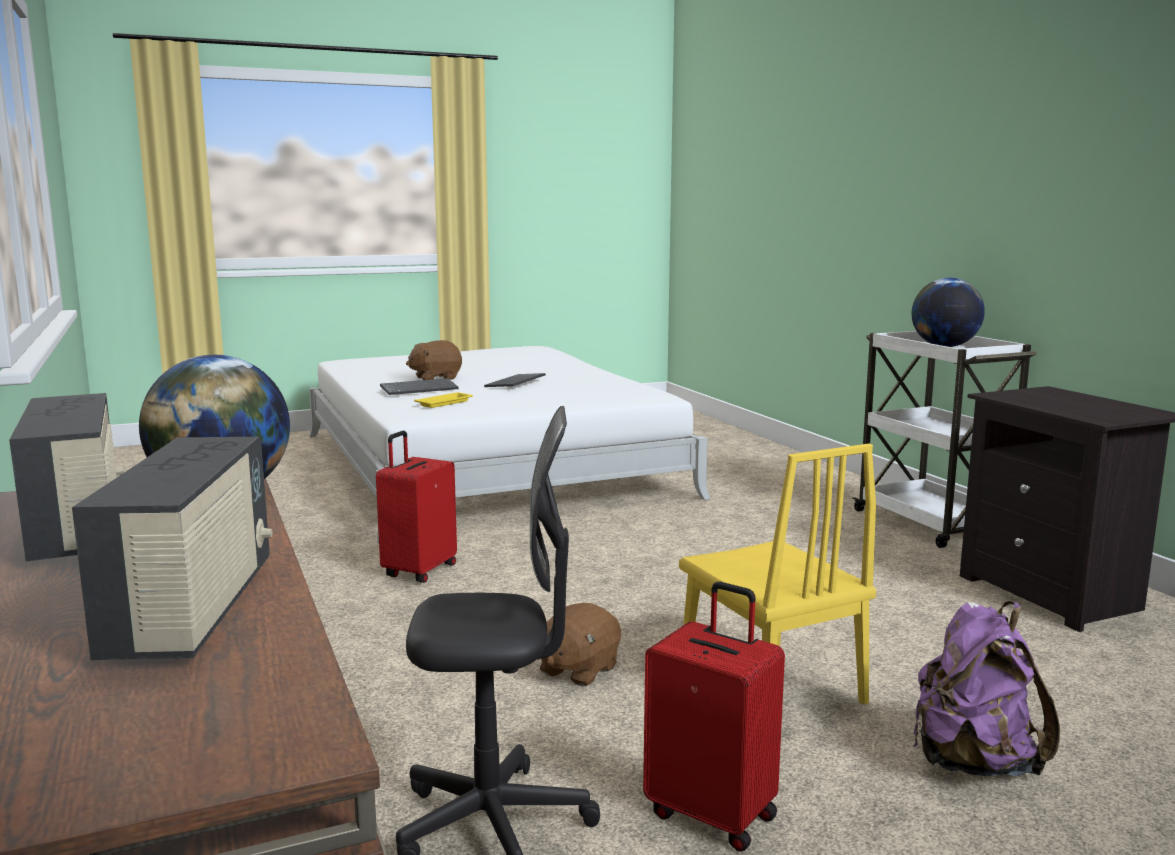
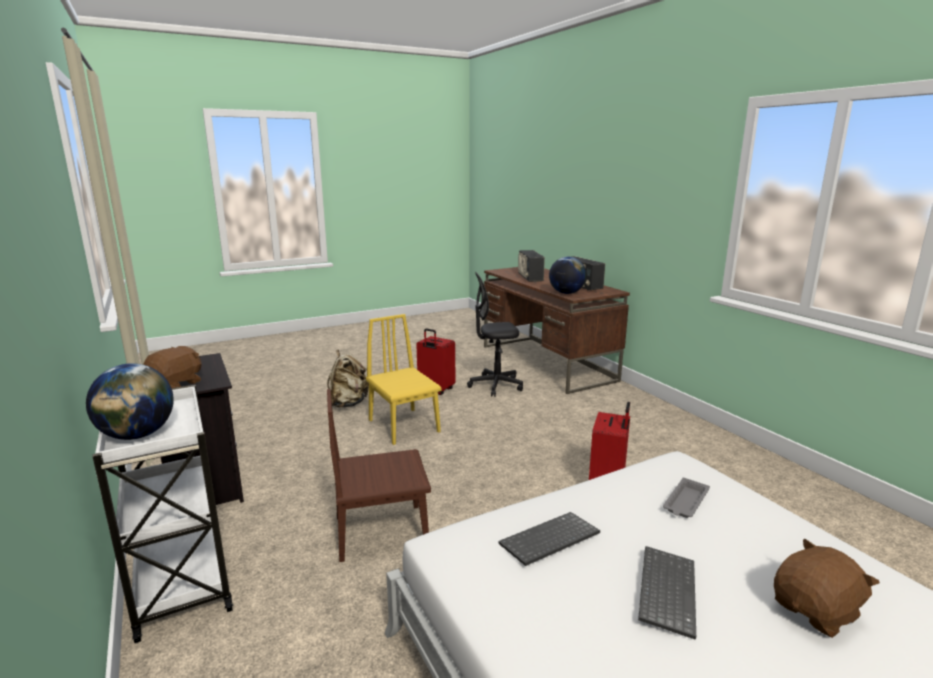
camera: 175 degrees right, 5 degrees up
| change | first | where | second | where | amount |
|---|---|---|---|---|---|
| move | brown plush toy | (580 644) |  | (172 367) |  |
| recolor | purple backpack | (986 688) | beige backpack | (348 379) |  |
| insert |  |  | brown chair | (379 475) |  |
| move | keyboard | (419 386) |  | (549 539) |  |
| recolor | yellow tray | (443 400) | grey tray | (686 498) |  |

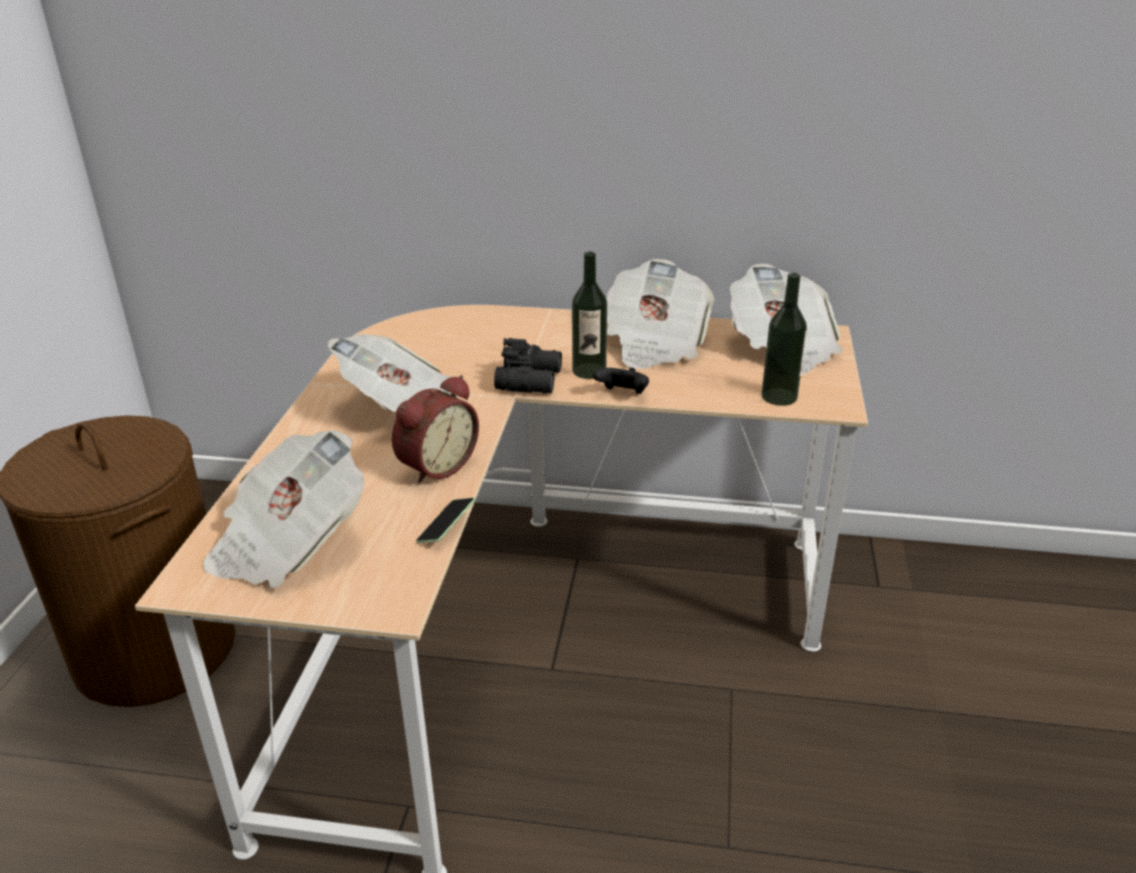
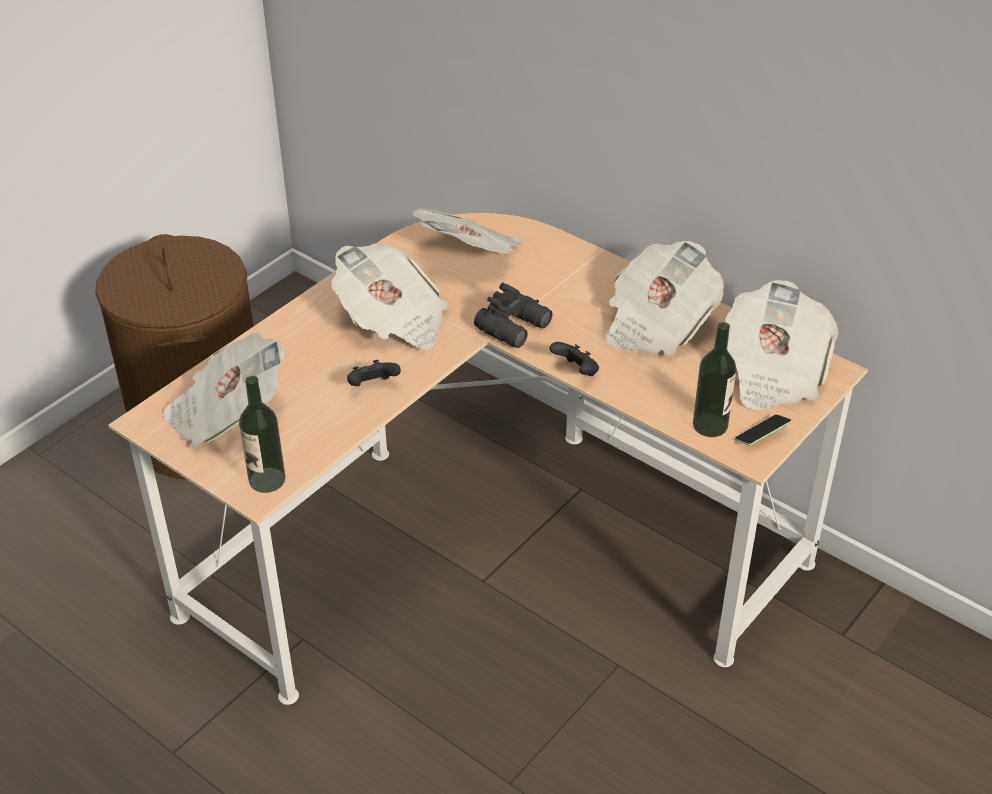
camera: 30 degrees right, 10 degrees up
| change | first | where | second | where | amount |
|---|---|---|---|---|---|
| move | bottle | (589 315) |  | (262 434) |  |
| replace | alarm clock | (435 430) | black game controller | (374 373) |  |
| insert |  |  | newspaper | (468 231) |  |
| move | phone | (445 520) |  | (763 430) |  |

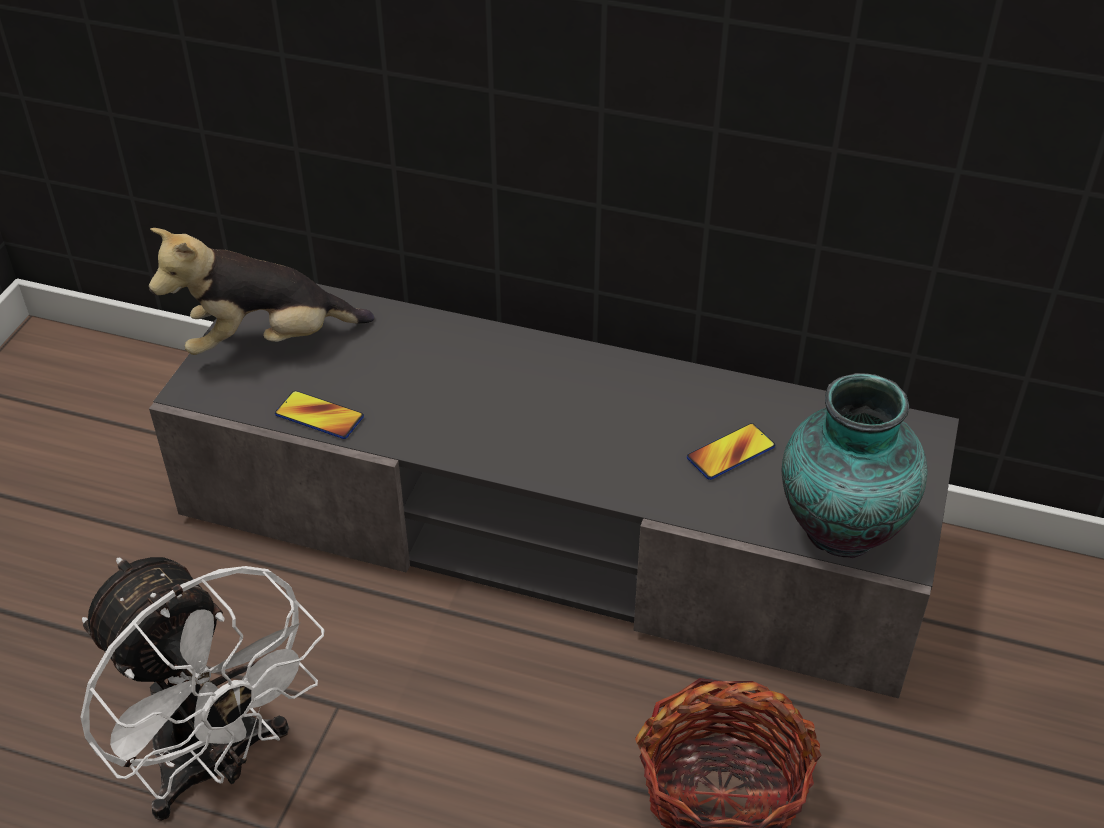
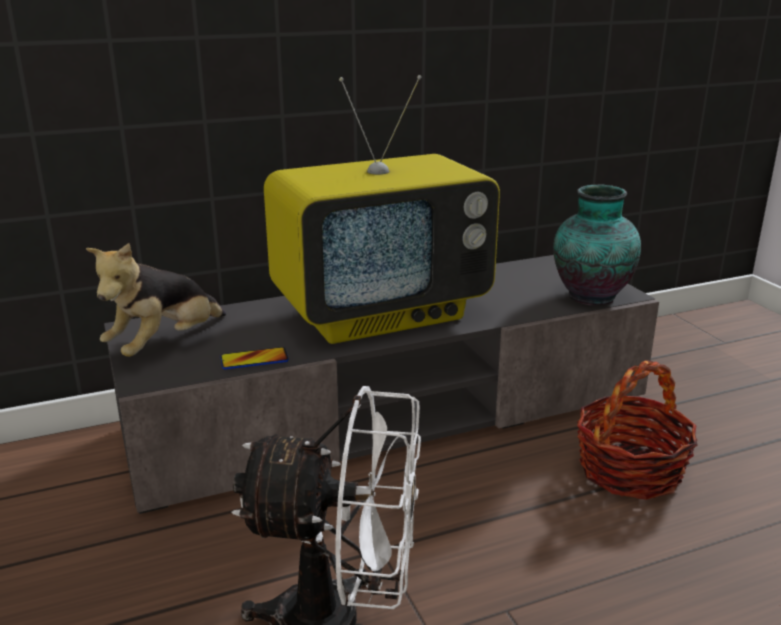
camera: 40 degrees left, 20 degrees down
| change | first | where | second | where | amount |
|---|---|---|---|---|---|
| insert |  |  | television | (382 209) |  |
| delete | phone | (731 451) |  |  |  |

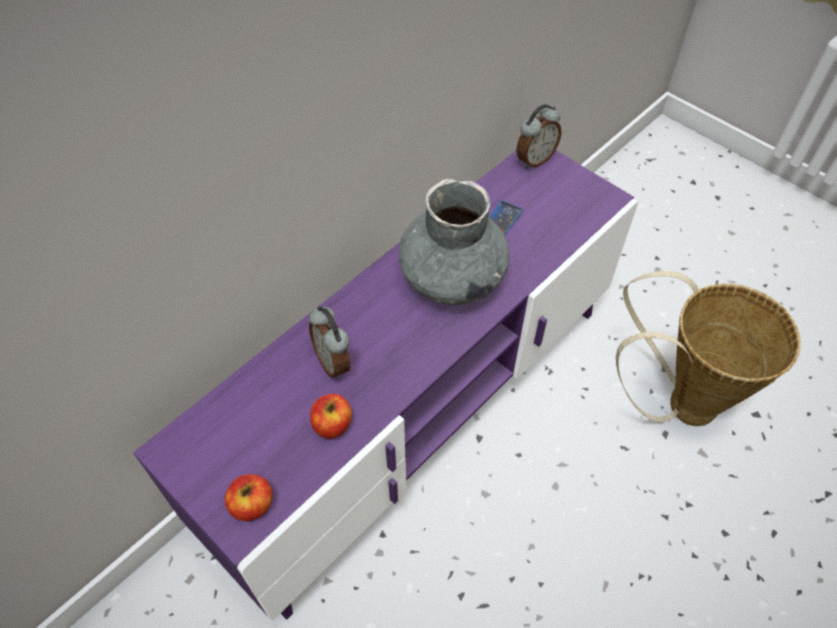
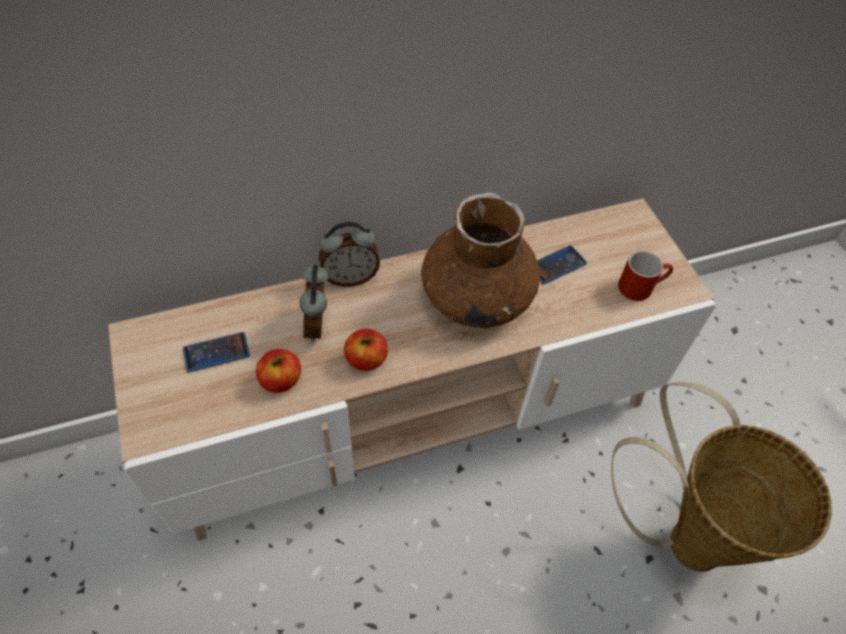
camera: 25 degrees right, 0 degrees up
| change | first | where | second | where | amount |
|---|---|---|---|---|---|
| recolor | purple tv stand | (385 385) | beige tv stand | (412 369) |  |
| insert |  |  | phone | (216 352) |  |
| move | alarm clock | (539 136) |  | (349 254) |  |
| move | apple | (249 497) |  | (366 350) |  |
| recolor | grey vase | (454 242) | brown vase | (480 260) |  |
| insert |  |  | red mug | (645 276) |  |

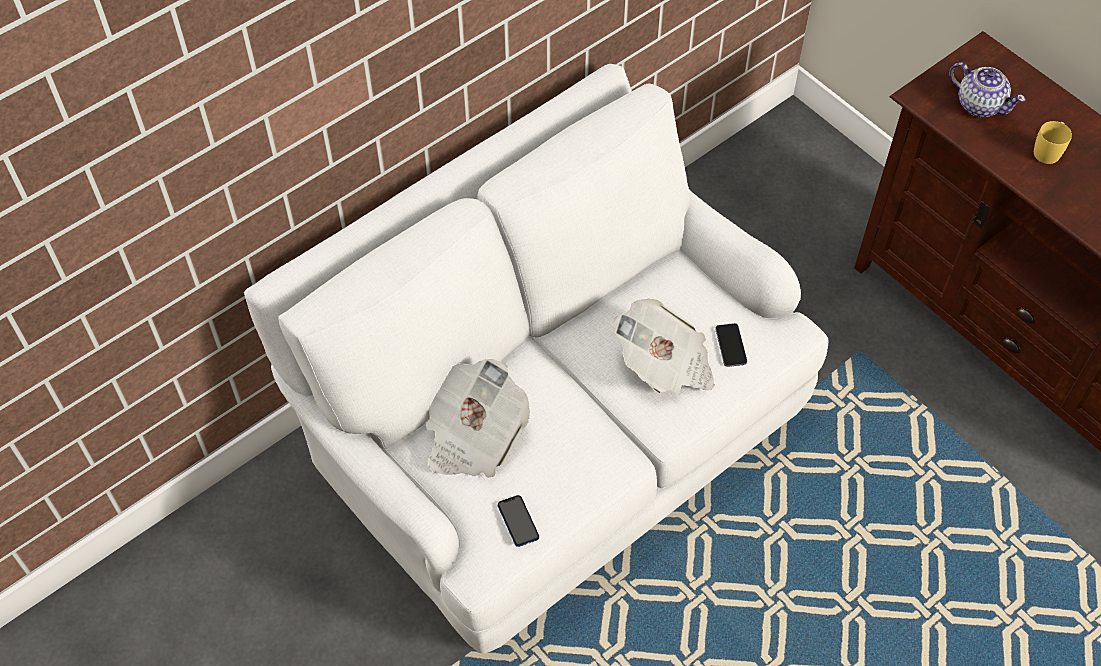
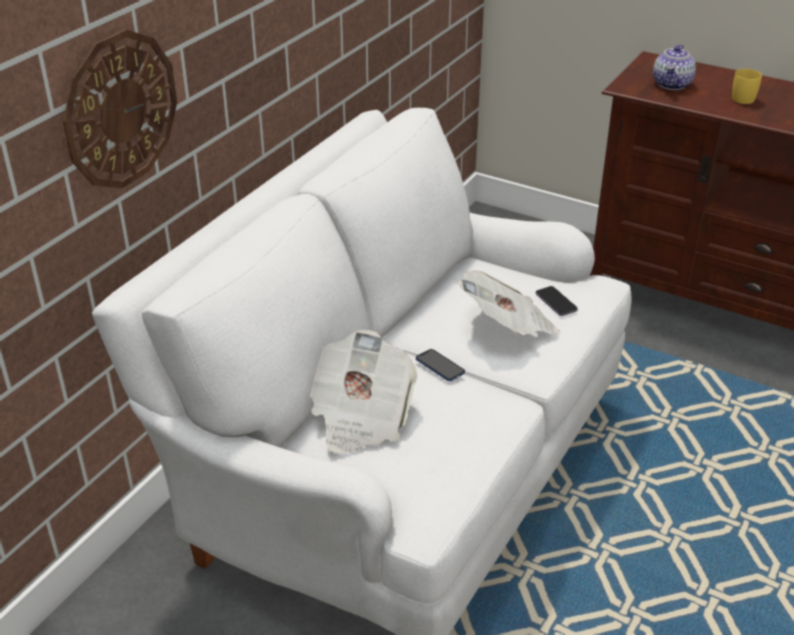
camera: 20 degrees left, 20 degrees down
| change | first | where | second | where | amount |
|---|---|---|---|---|---|
| insert |  |  | wall clock | (120 108) |  |
| move | phone | (518 521) |  | (440 365) |  |
| rotate | teapot | (987 89) |  | (674 67) | 90 degrees clockwise |

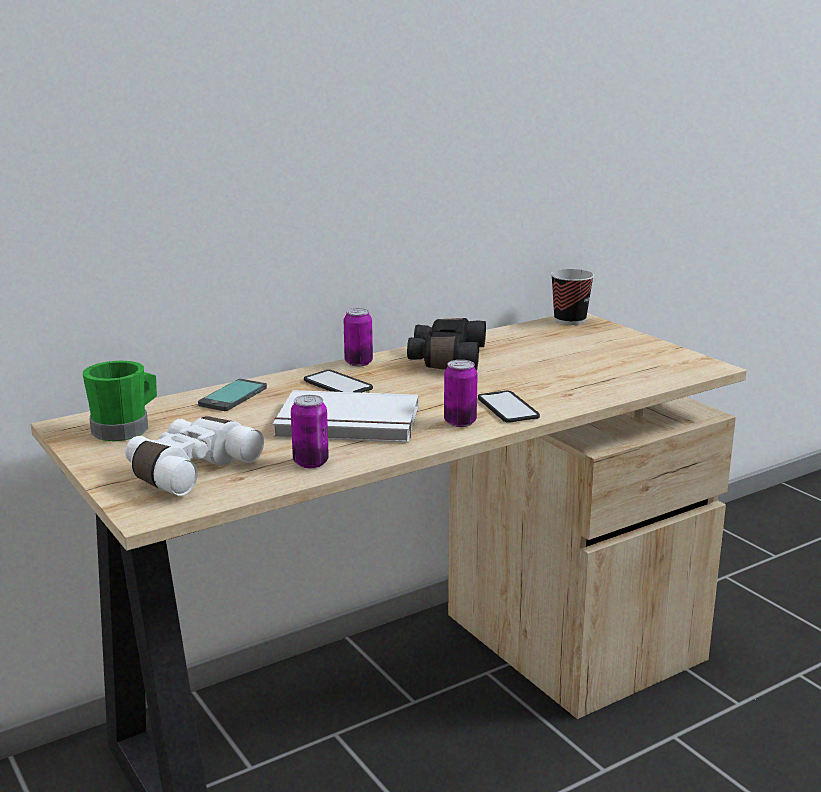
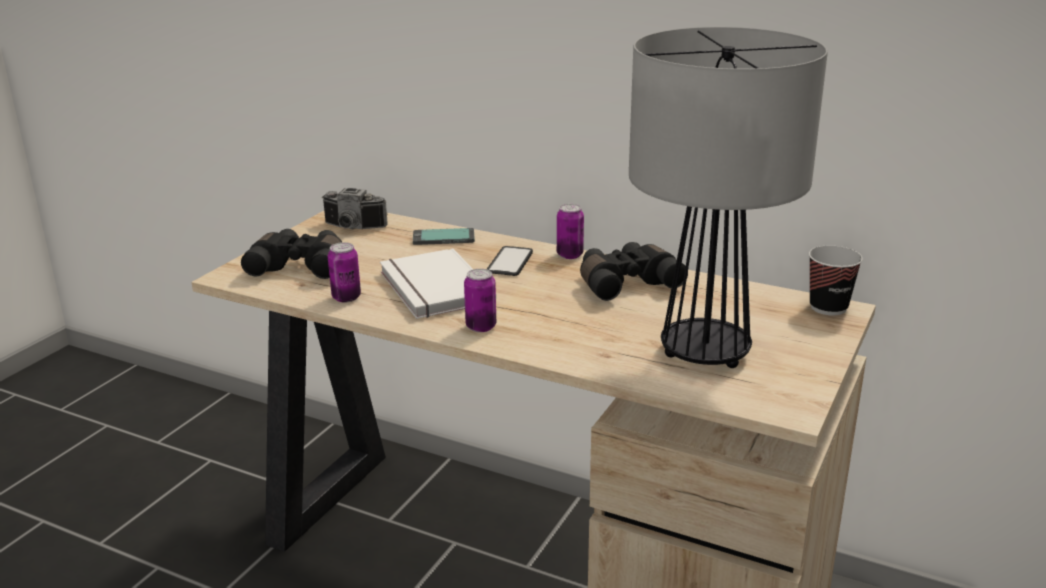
camera: 60 degrees right, 5 degrees up
| change | first | where | second | where | amount |
|---|---|---|---|---|---|
| recolor | white binoculars | (194 456) | black binoculars | (291 254) |  |
| replace | green mug | (120 400) | photo camera | (355 208) |  |
| insert |  |  | table lamp | (728 197) |  |
| delete | phone | (509 407) |  |  |  |

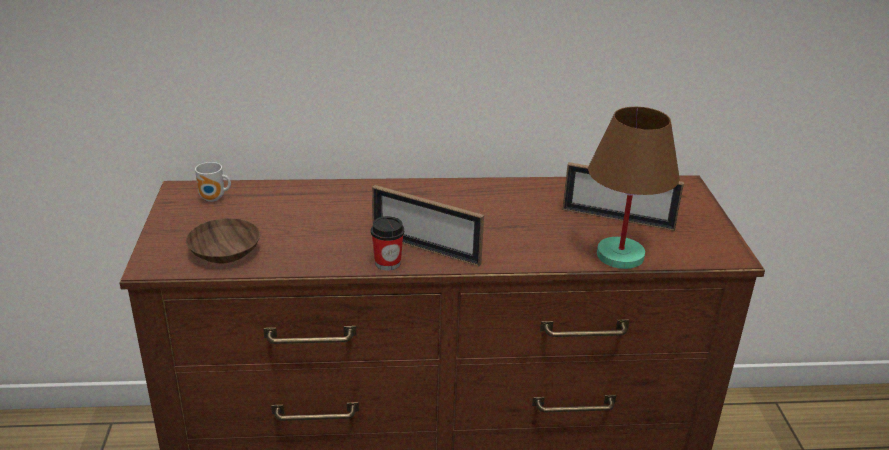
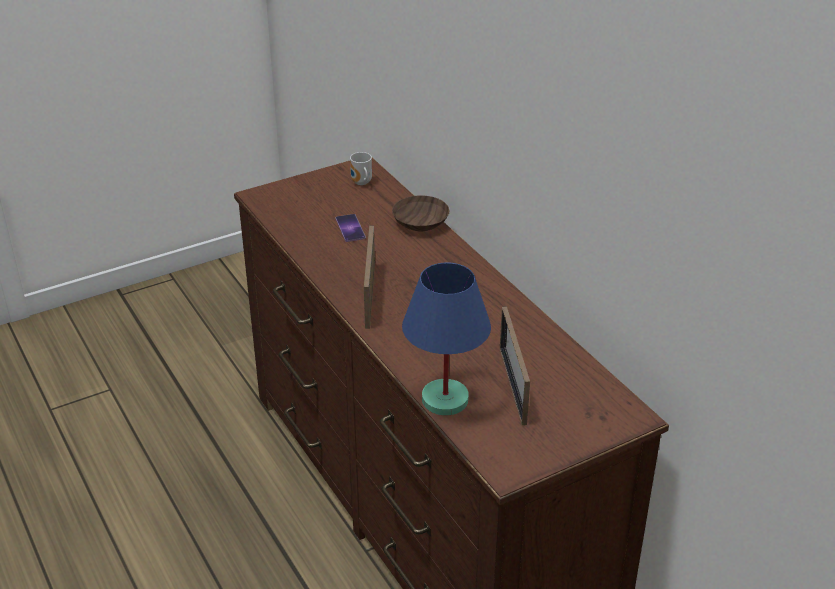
camera: 65 degrees right, 5 degrees up
| change | first | where | second | where | amount |
|---|---|---|---|---|---|
| insert |  |  | phone | (350 228) |  |
| move | brown bowl | (223 240) |  | (421 213) |  |
| recolor | brown table lamp | (634 188) | blue table lamp | (446 338) |  |
| delete | cup | (387 243) |  |  |  |

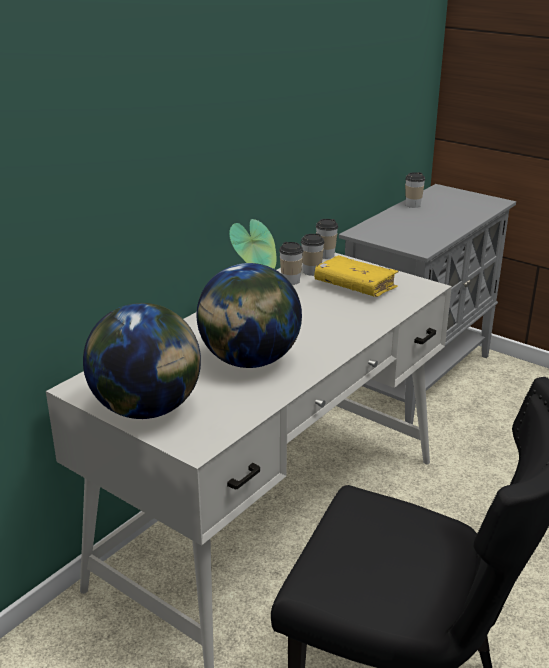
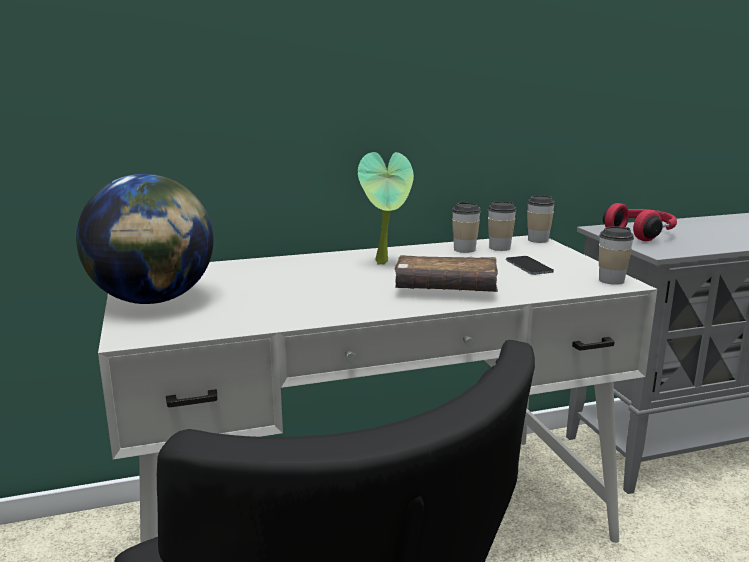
camera: 35 degrees right, 10 degrees down
| change | first | where | second | where | amount |
|---|---|---|---|---|---|
| insert |  |  | brown book | (446 273) |  |
| replace | yellow book | (356 276) | phone | (530 265) |  |
| move | cup | (415 190) |  | (616 255) |  |
| insert |  |  | red headphones | (640 222) |  |
| delete | globe | (249 315) |  |  |  |

